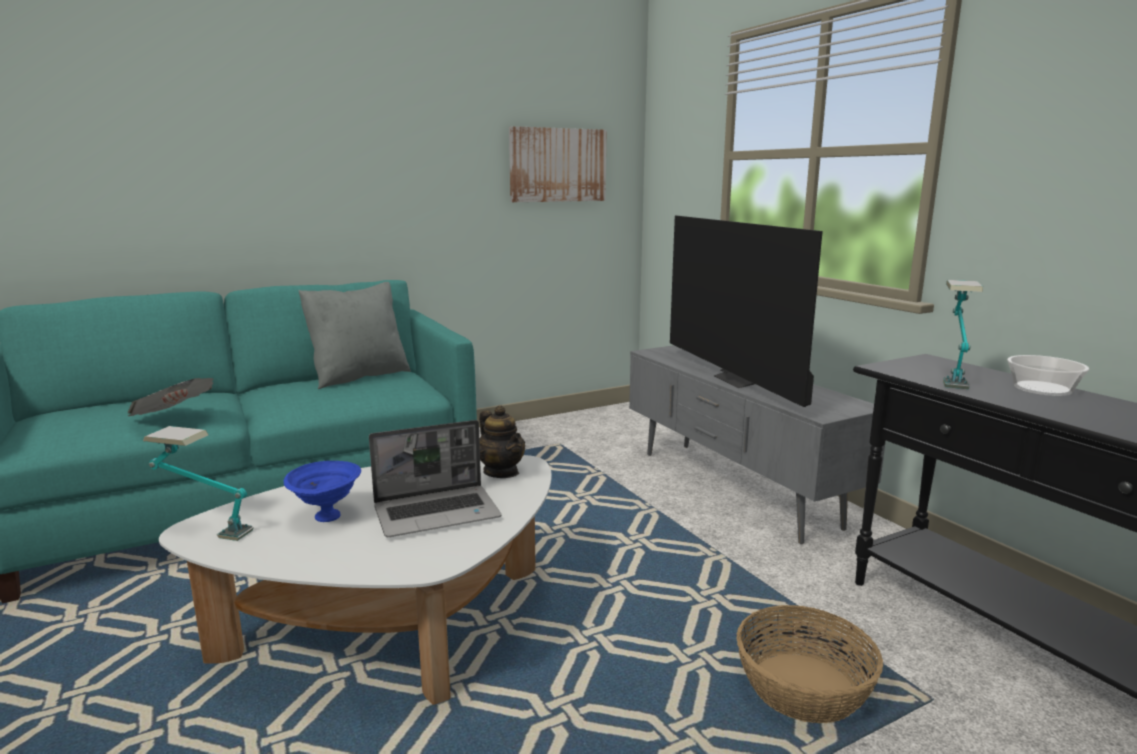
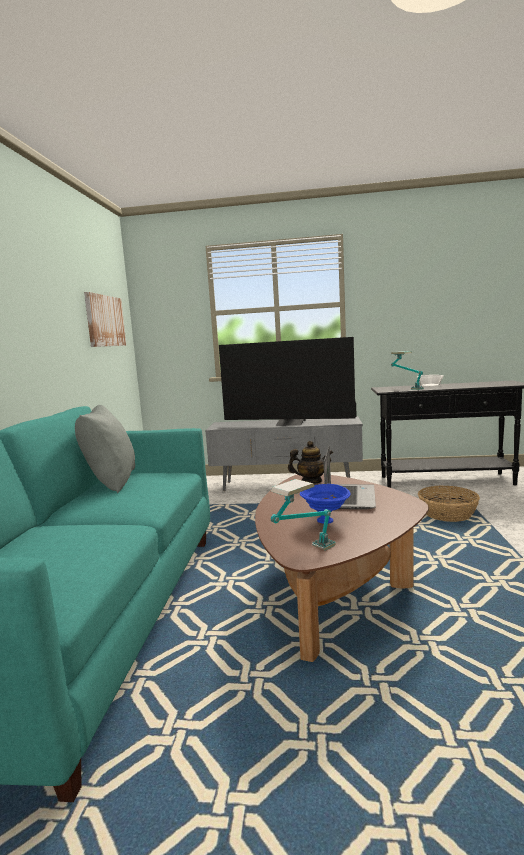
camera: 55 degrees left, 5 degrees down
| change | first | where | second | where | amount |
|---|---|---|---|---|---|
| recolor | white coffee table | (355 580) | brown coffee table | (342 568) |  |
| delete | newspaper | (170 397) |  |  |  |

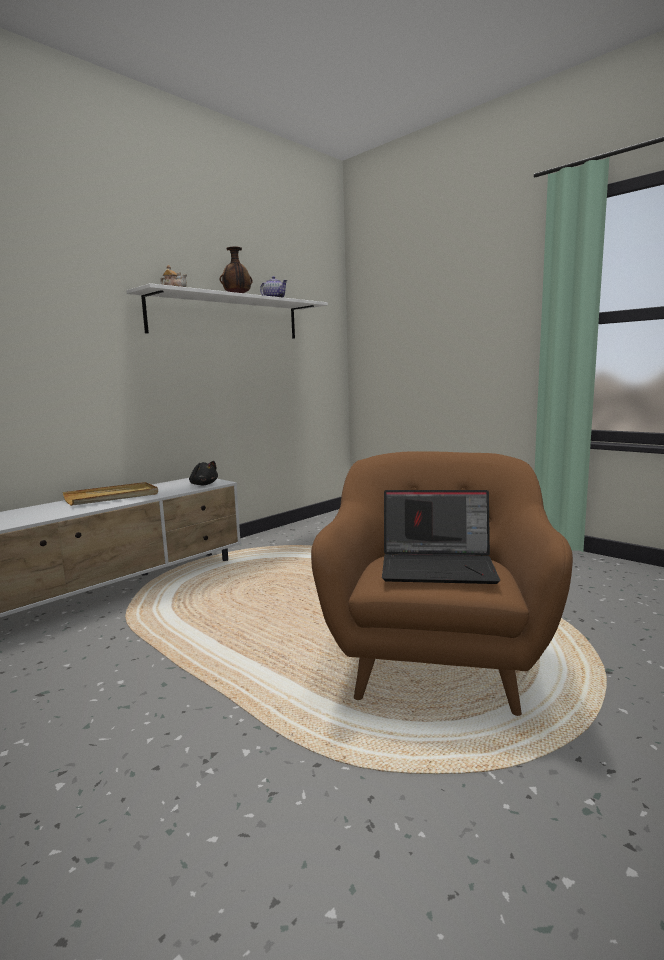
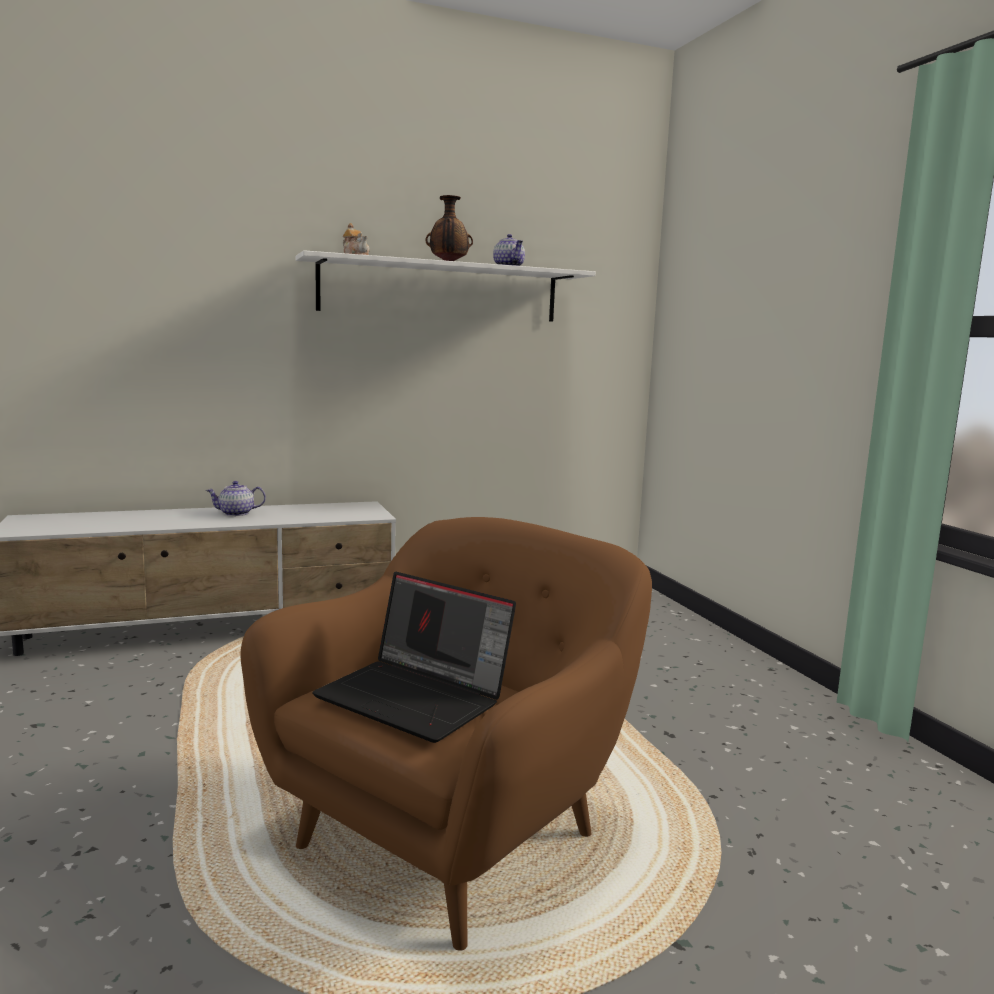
camera: 25 degrees right, 0 degrees up
| change | first | where | second | where | amount |
|---|---|---|---|---|---|
| replace | beige tray | (110 494) | teapot | (236 498) |  |
| delete | black plush toy | (203 473) |  |  |  |

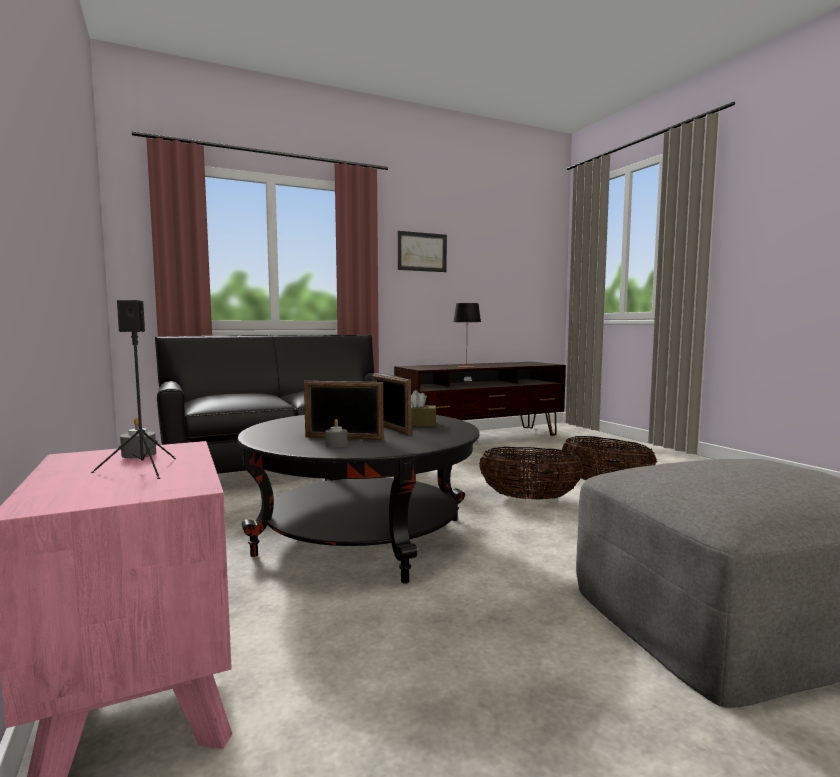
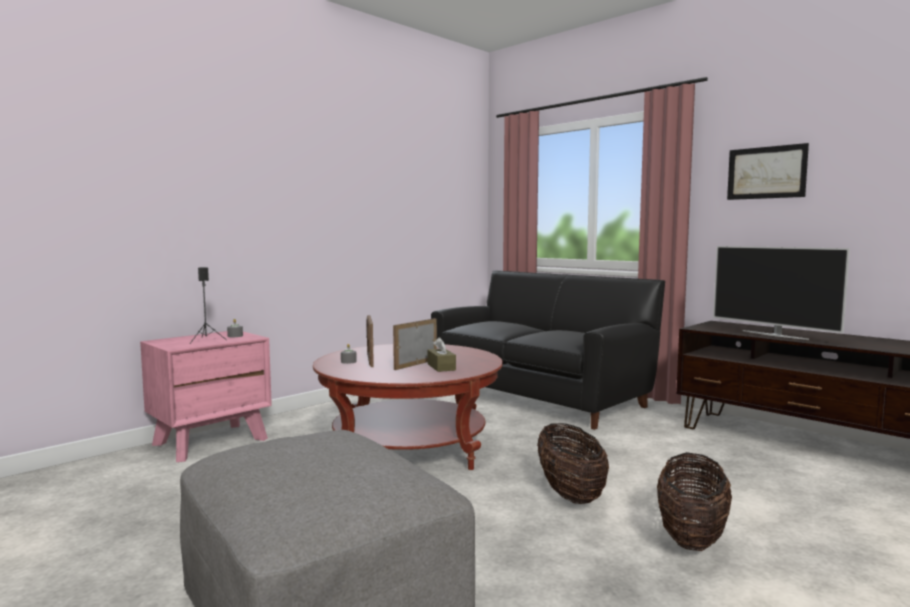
camera: 70 degrees right, 0 degrees up
| change | first | where | second | where | amount |
|---|---|---|---|---|---|
| recolor | black coffee table | (358 499) | red coffee table | (408 407) |  |
| replace | table lamp | (467 335) | television | (781 293) |  |

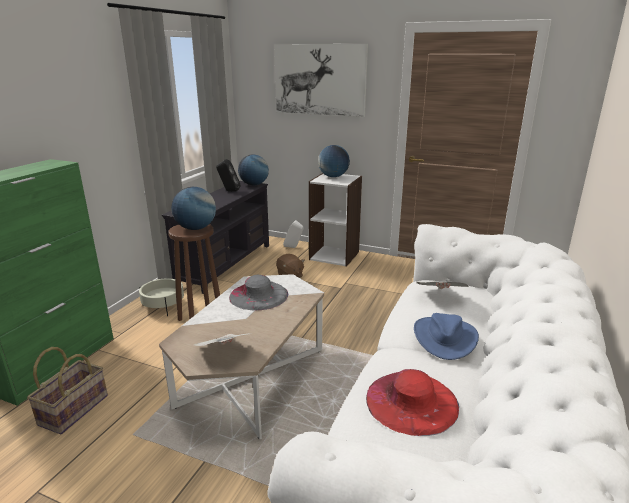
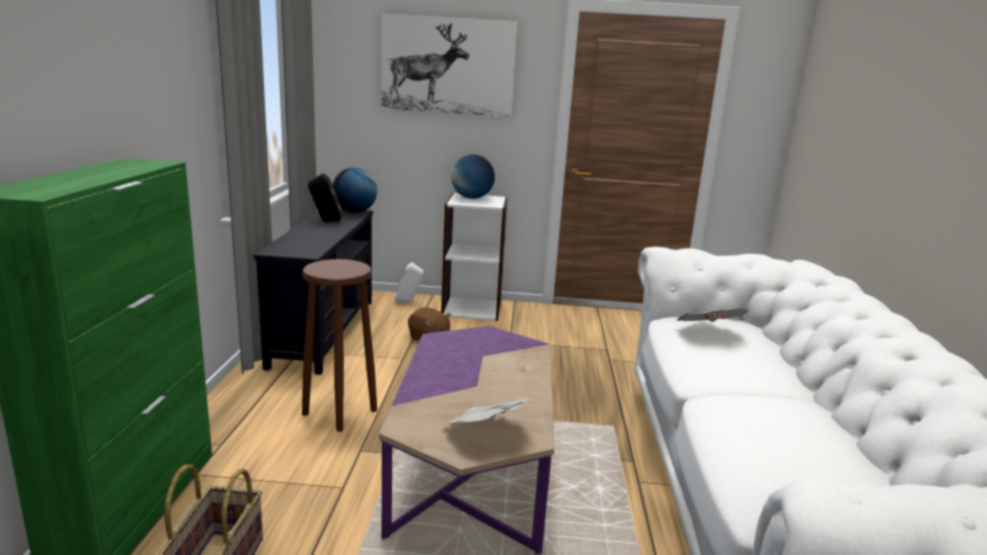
camera: 20 degrees left, 5 degrees down
| change | first | where | second | where | amount |
|---|---|---|---|---|---|
| recolor | white coffee table | (241 356) | purple coffee table | (466 440) |  |
| delete | beige planter | (161 297) |  |  |  |
| delete | globe | (193 208) |  |  |  |
| delete | grey hat | (258 292) |  |  |  |
| delete | red hat | (412 402) |  |  |  |
| delete | blue hat | (446 336) |  |  |  |

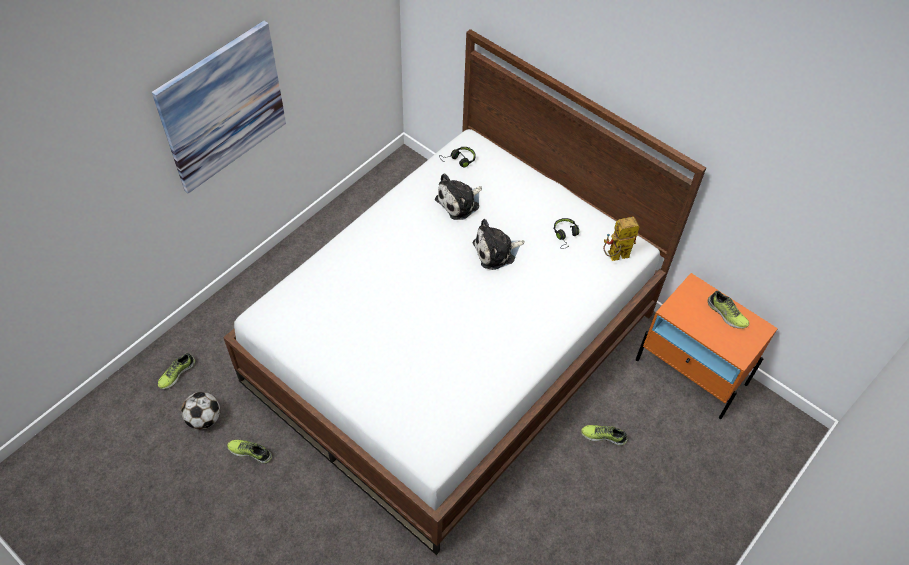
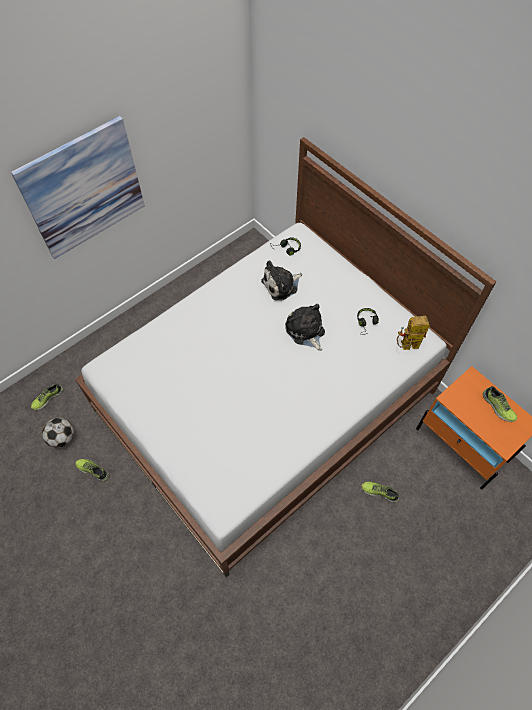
camera: 10 degrees right, 5 degrees up
| change | first | where | second | where | amount |
|---|---|---|---|---|---|
| rotate | plush toy | (498 244) |  | (305 327) | 75 degrees clockwise |

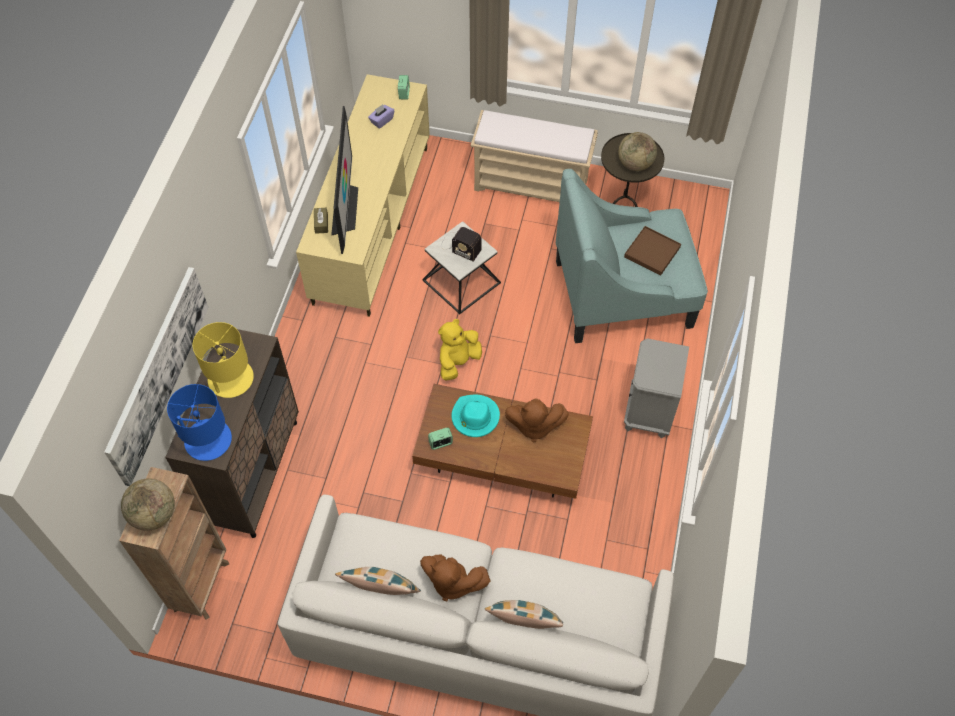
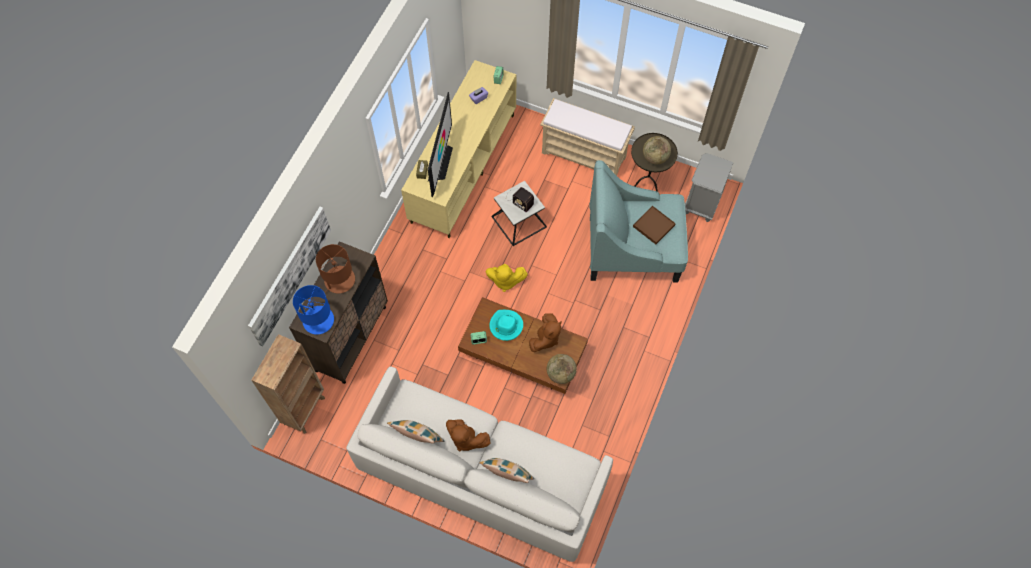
camera: 10 degrees right, 5 degrees up
| change | first | where | second | where | amount |
|---|---|---|---|---|---|
| recolor | yellow table lamp | (223 360) | brown table lamp | (335 268) |  |
| rotate | yellow plush toy | (460 350) |  | (507 278) | 135 degrees counterclockwise |
| rotate | brown plush toy | (537 420) |  | (545 332) | 75 degrees counterclockwise |
| move | globe | (148 504) |  | (562 369) |  |
| move | grey nightstand | (656 388) |  | (709 187) |  |

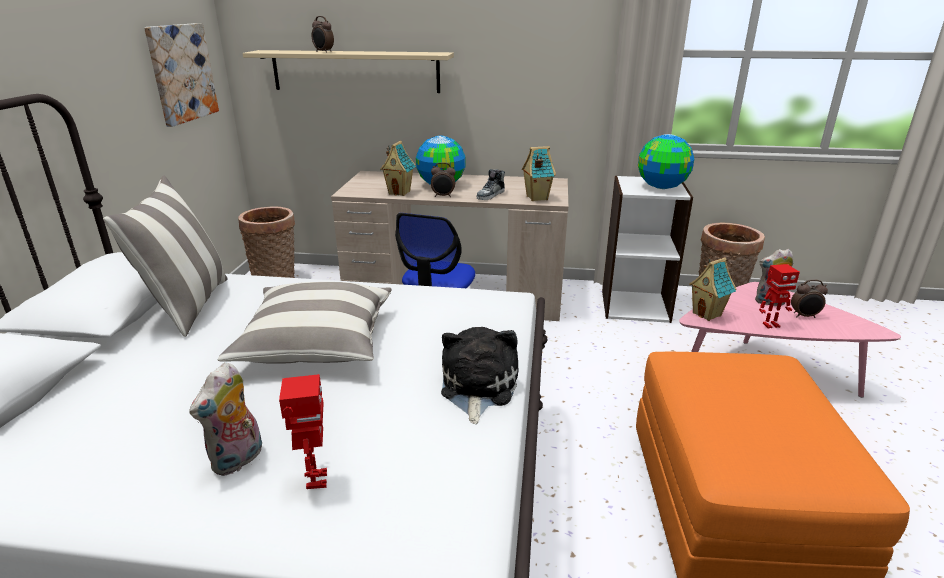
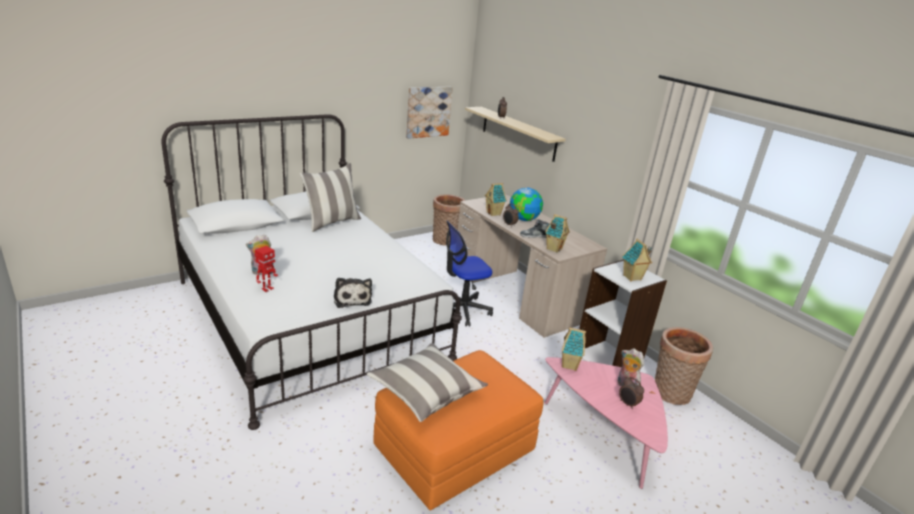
camera: 45 degrees right, 0 degrees up
| change | first | where | second | where | amount |
|---|---|---|---|---|---|
| rotate | plush toy | (480 375) |  | (353 293) | 105 degrees clockwise |
| move | pillow | (304 323) |  | (427 382) |  |
| replace | globe | (666 161) | toy house | (637 260) |  |
| delete | toy robot | (779 296) |  |  |  |

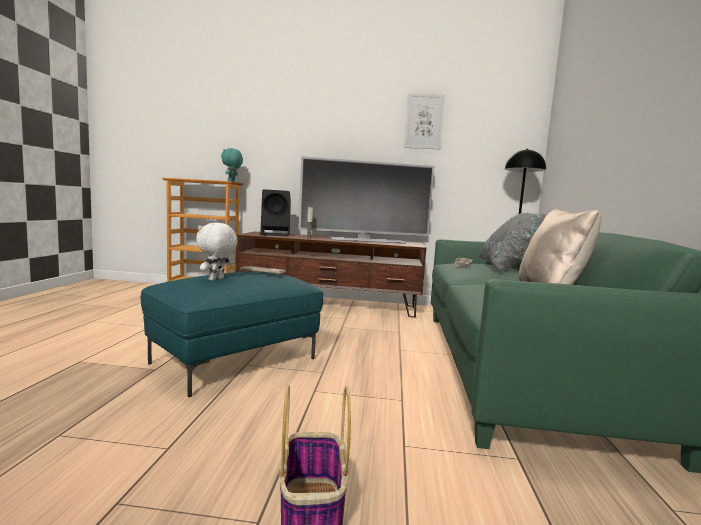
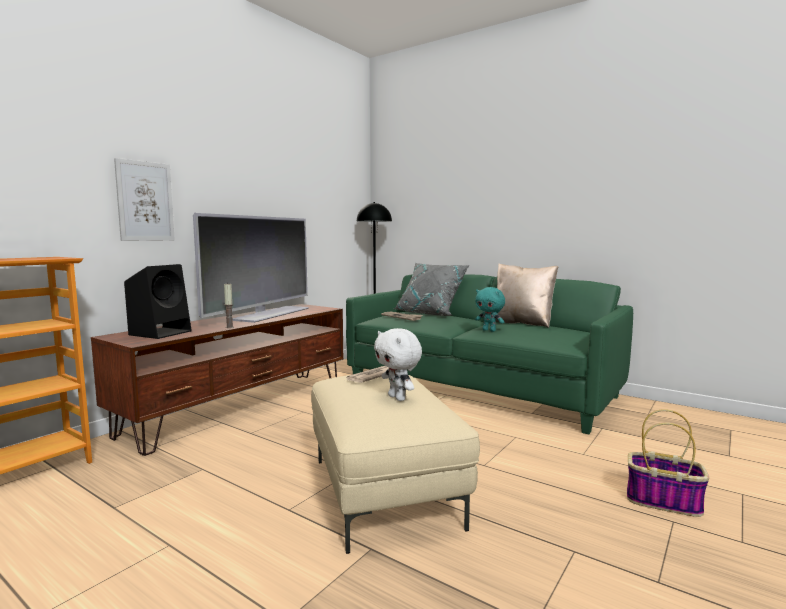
camera: 60 degrees left, 0 degrees up
| change | first | where | second | where | amount |
|---|---|---|---|---|---|
| move | picture | (424 121) |  | (144 199) |  |
| recolor | turquoise ottoman | (232 334) | beige ottoman | (395 464) |  |
| move | turquoise plush toy | (232 165) |  | (490 309) |  |

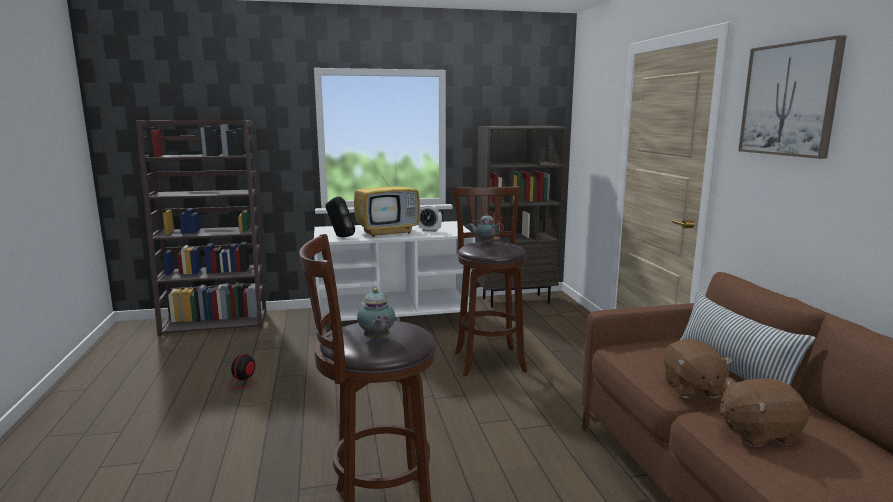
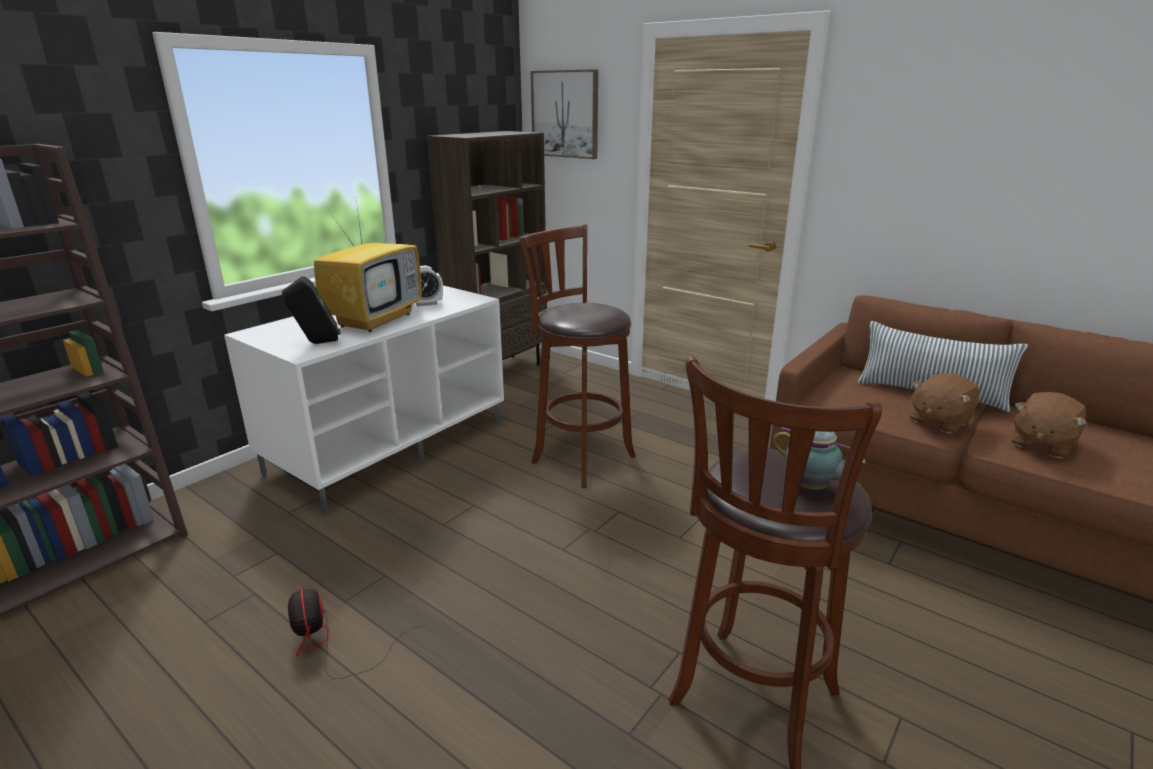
camera: 40 degrees left, 10 degrees up
| change | first | where | second | where | amount |
|---|---|---|---|---|---|
| move | picture | (792 97) |  | (564 114) |  |
| rotate | brown plush toy | (698 368) |  | (944 403) | 90 degrees clockwise |
| delete | teapot | (486 228) |  |  |  |

